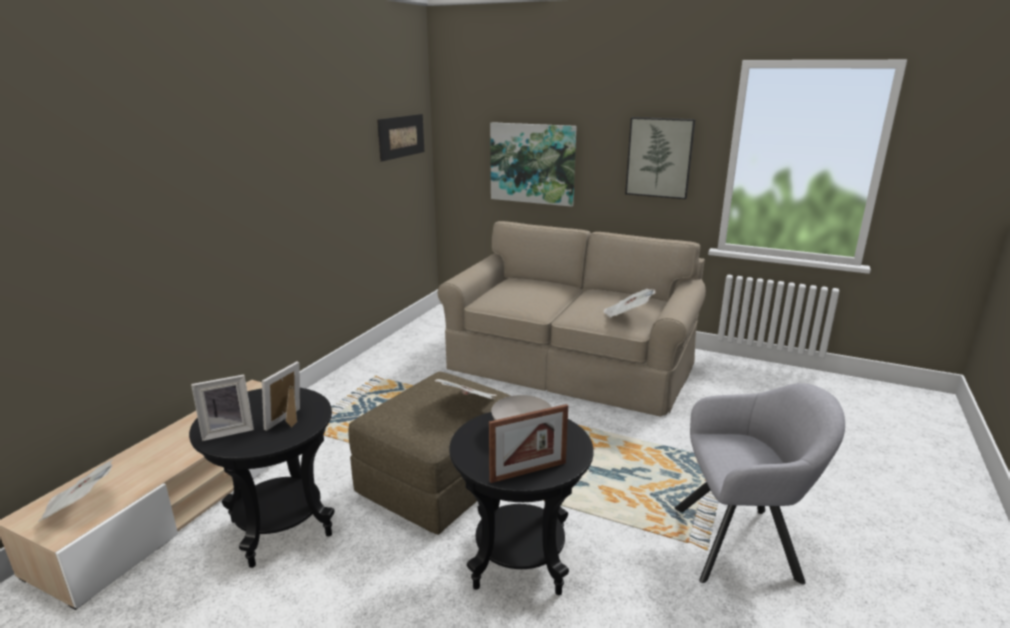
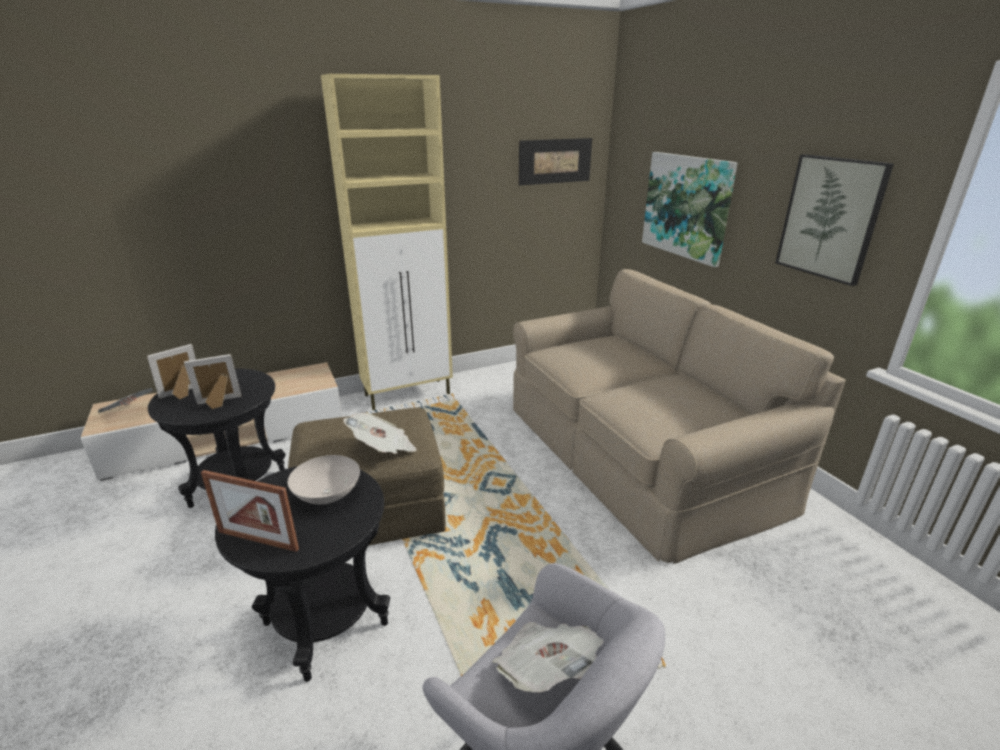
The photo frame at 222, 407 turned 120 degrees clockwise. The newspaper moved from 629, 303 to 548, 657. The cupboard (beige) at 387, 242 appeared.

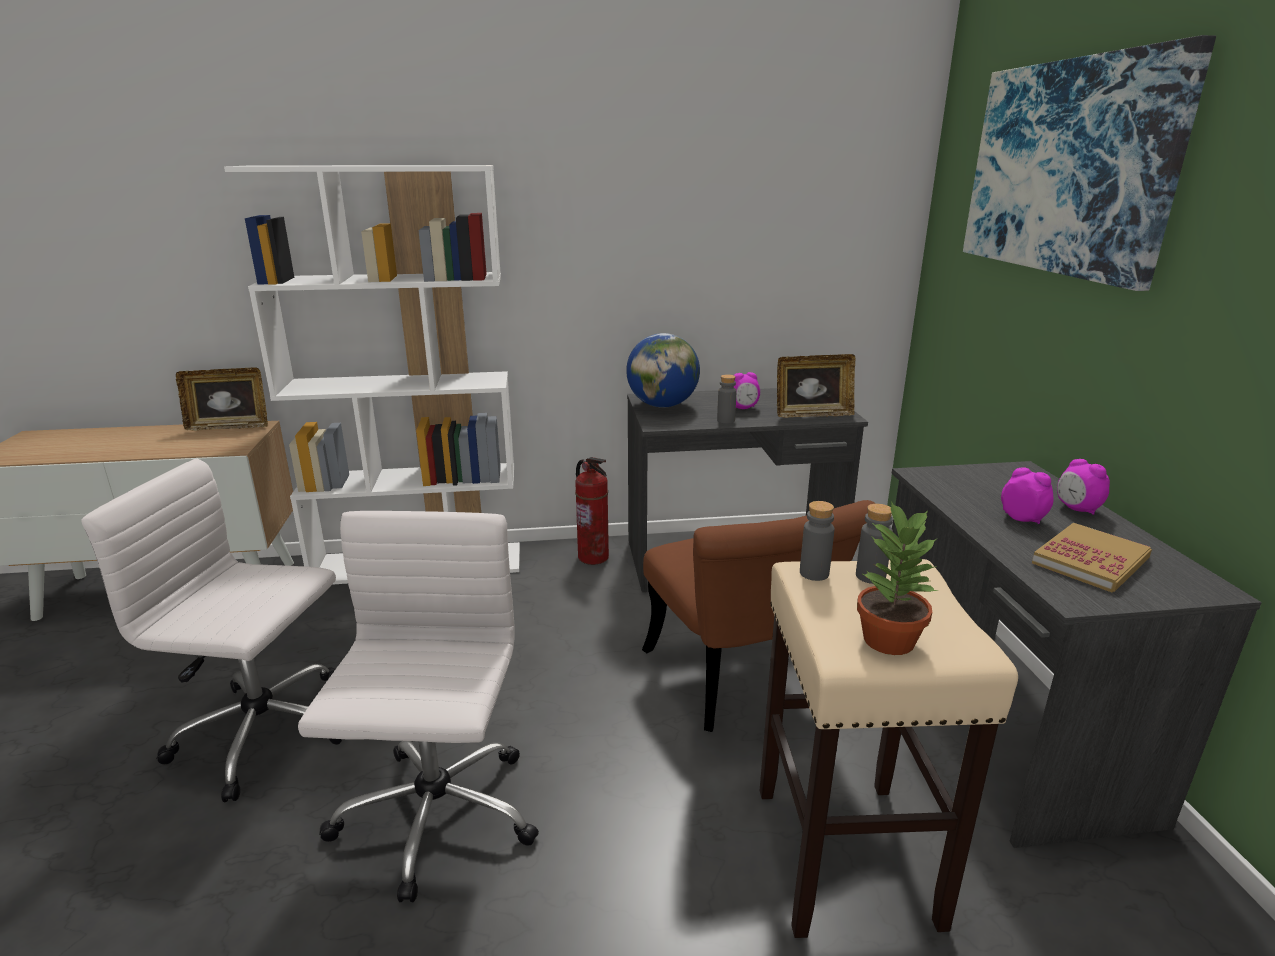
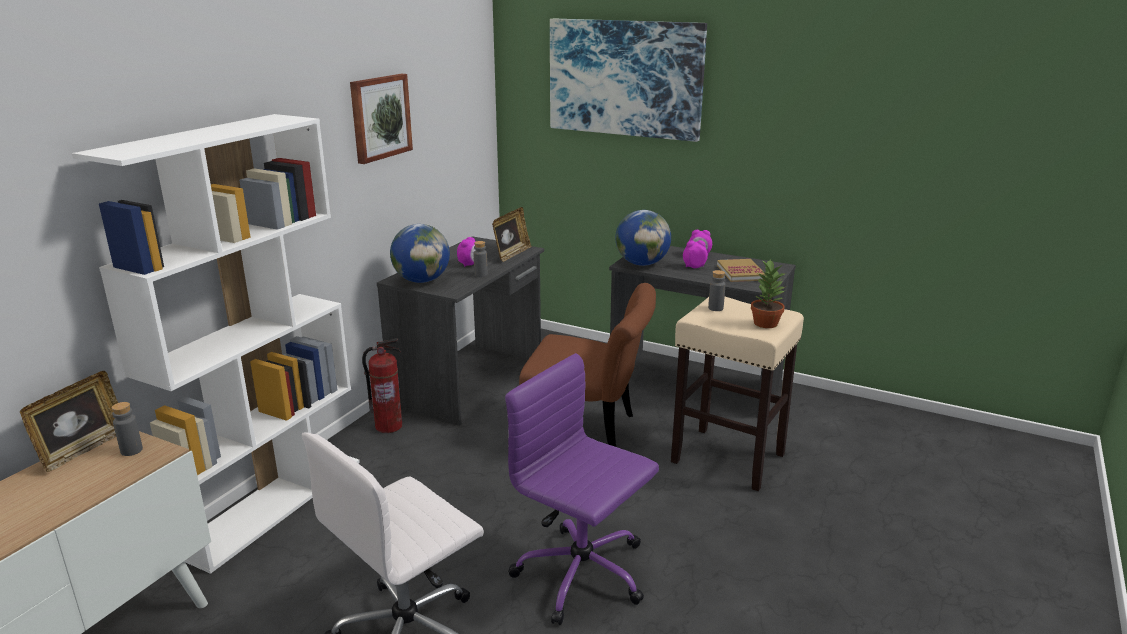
The office chair (white) at 418, 706 became the office chair (purple-coloured) at 582, 489. The bottle (grey) moved from 817, 541 to 127, 429. The picture at 381, 119 appeared. The desk globe at 643, 238 appeared.

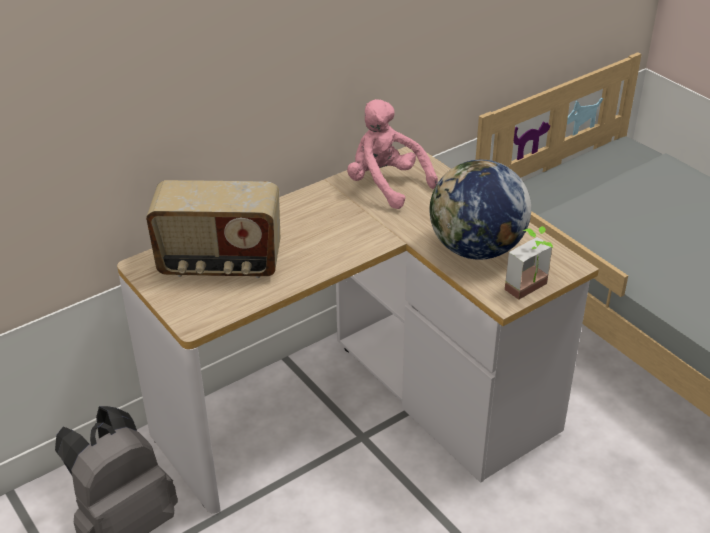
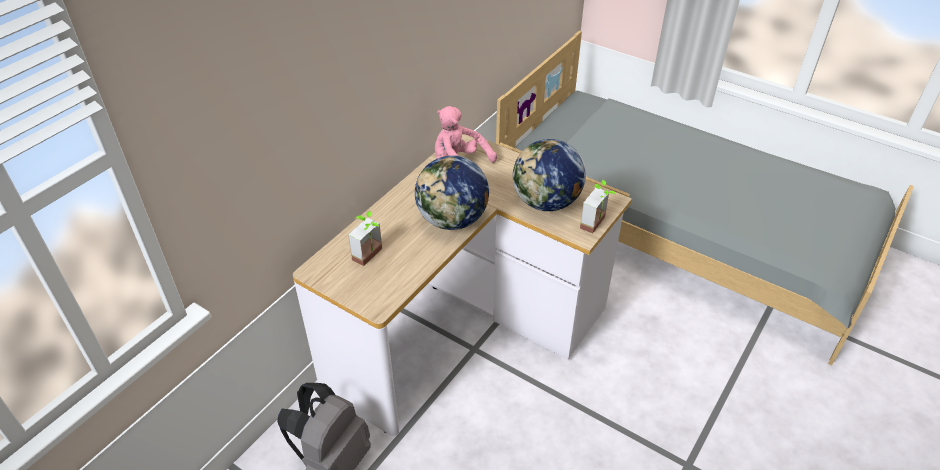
The radio at 213, 229 was replaced by the potted plant at 365, 238. The desk globe at 452, 192 appeared.

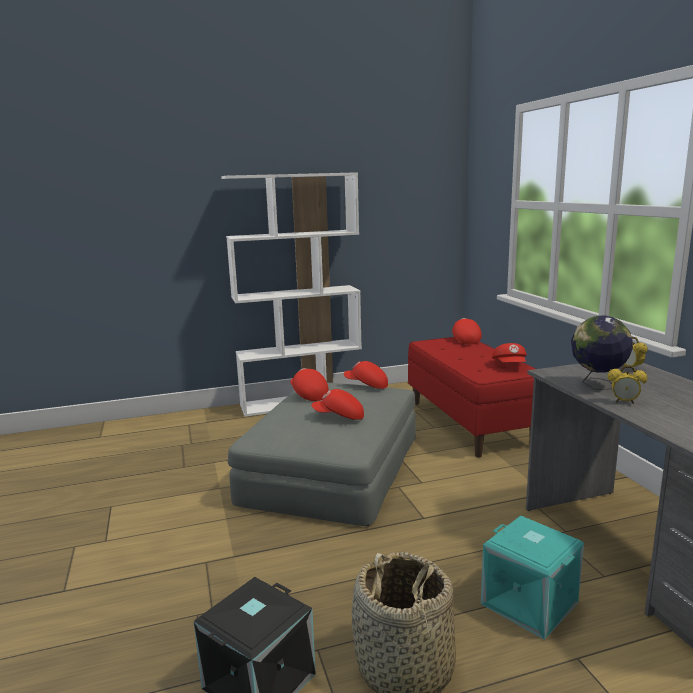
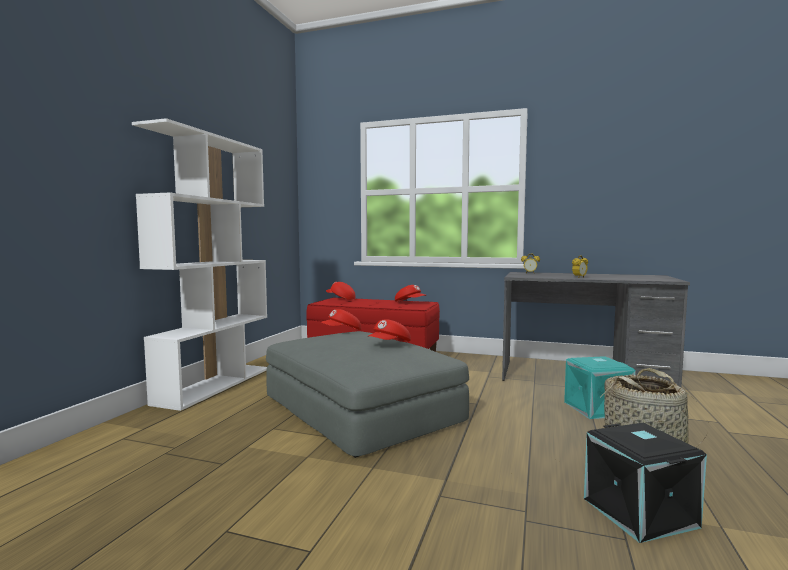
The baseball cap (red) at 309, 384 disappeared. The desk globe at 602, 353 disappeared.

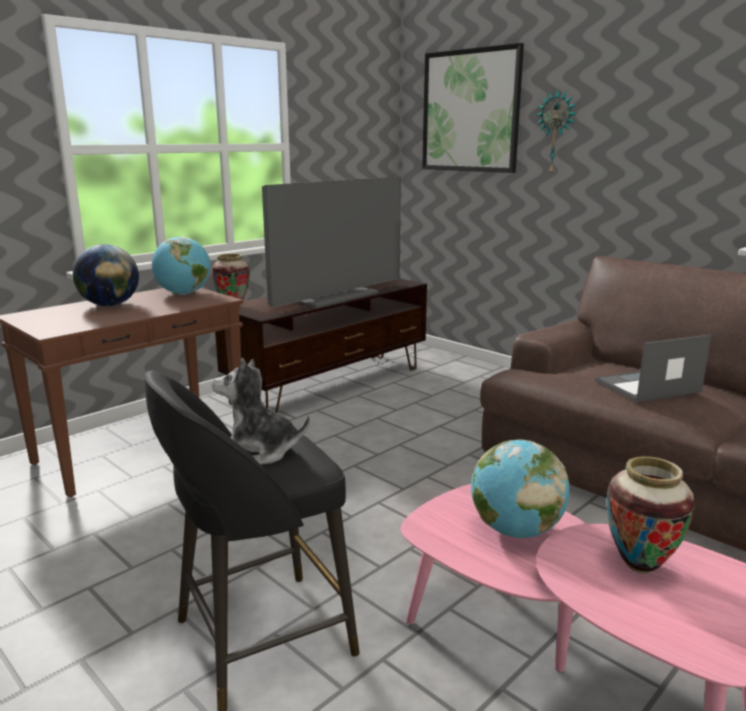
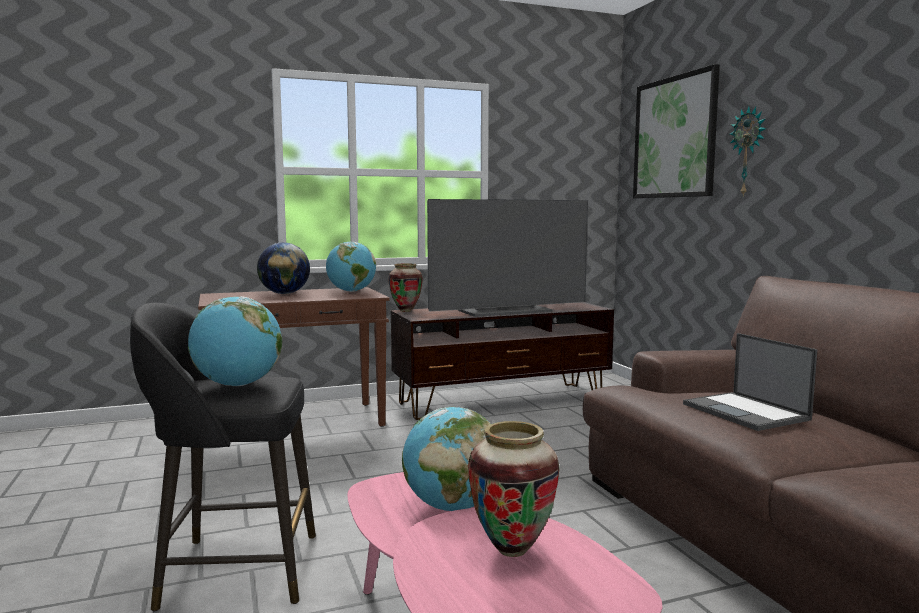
The cuddly toy at 261, 411 was replaced by the desk globe at 235, 341. The notebook computer at 653, 368 turned 120 degrees counterclockwise.

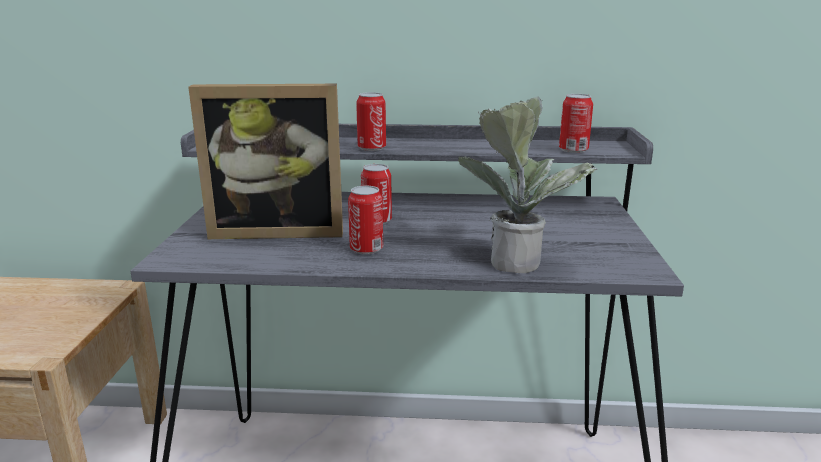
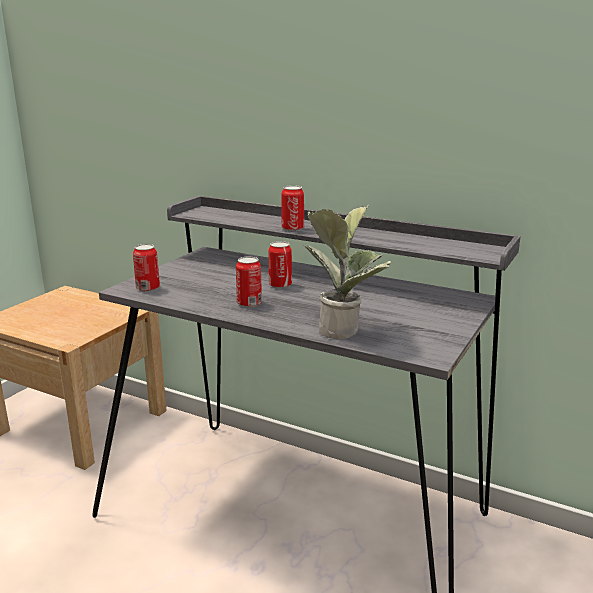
The photo frame at 265, 161 disappeared. The sealed can moved from 576, 123 to 146, 268.

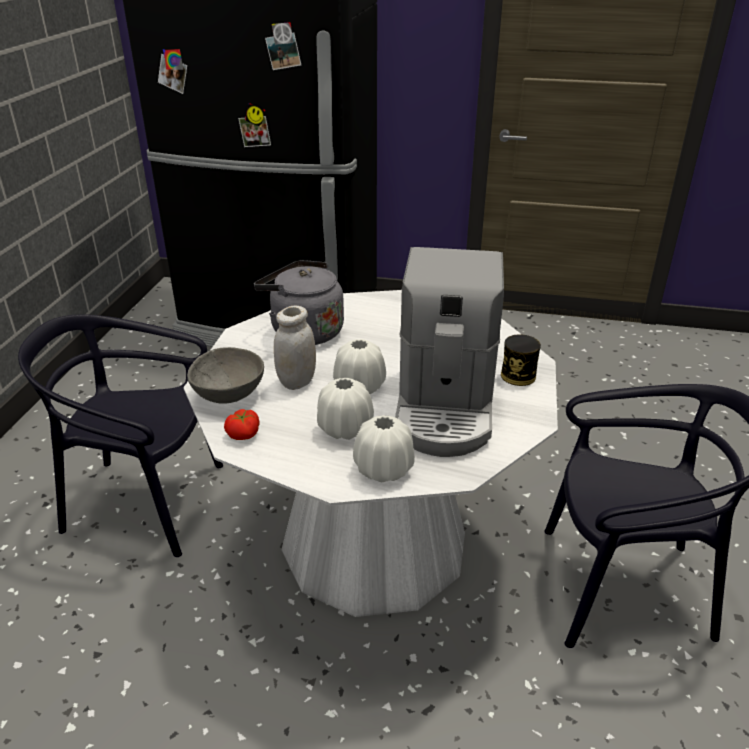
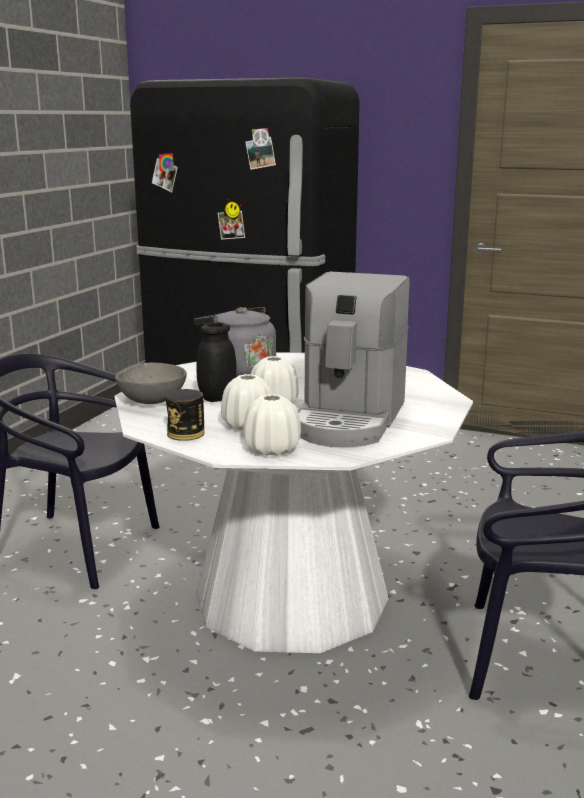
The whole tomato at 241, 424 disappeared. The storage jar (white) at 295, 348 became the storage jar (black-coloured) at 216, 362. The sealed can moved from 521, 360 to 185, 415.

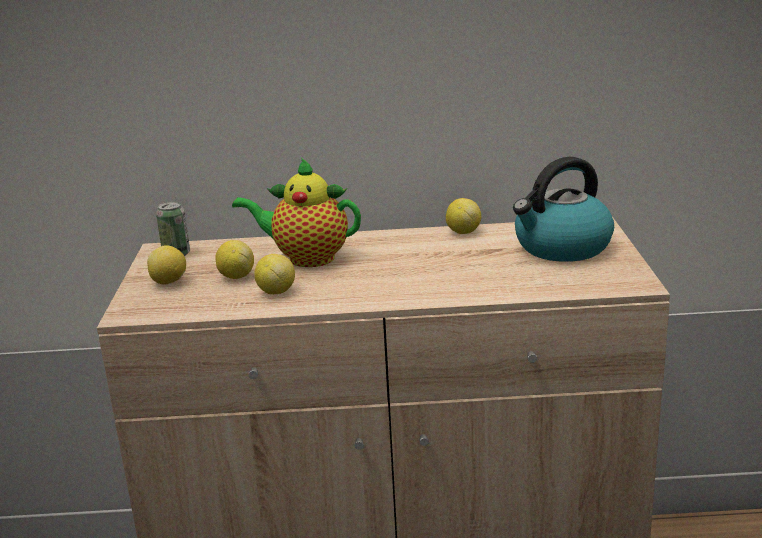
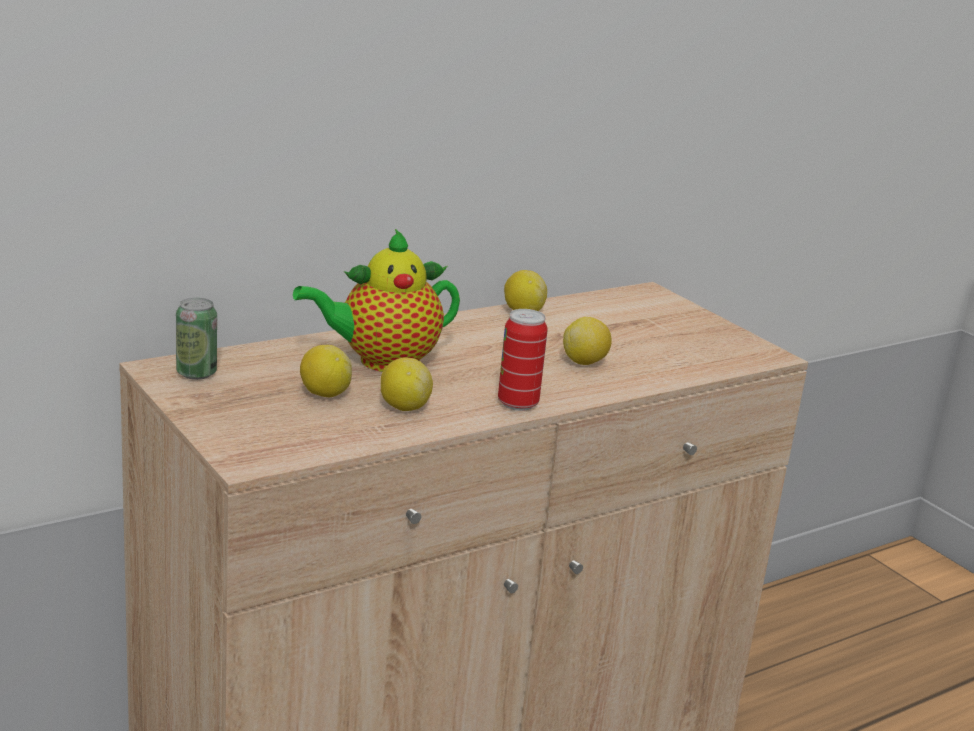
The lemon moved from 166, 264 to 587, 341. The kettle at 563, 209 disappeared. The sealed can at 523, 360 appeared.

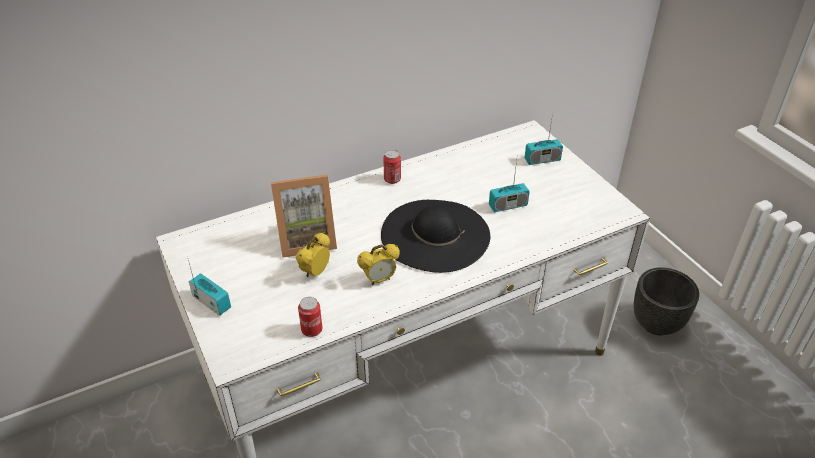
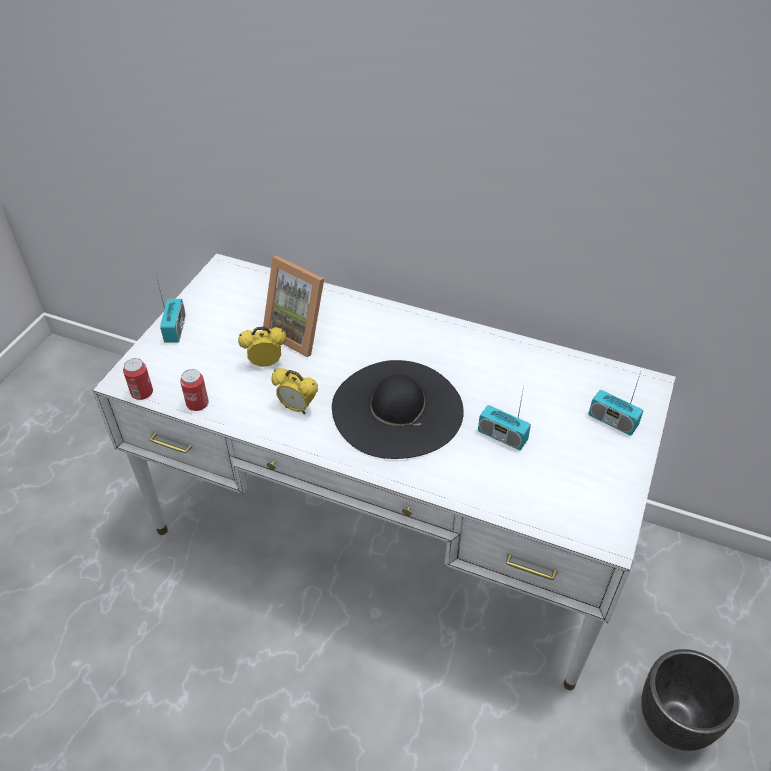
The sealed can moved from 392, 167 to 138, 379.

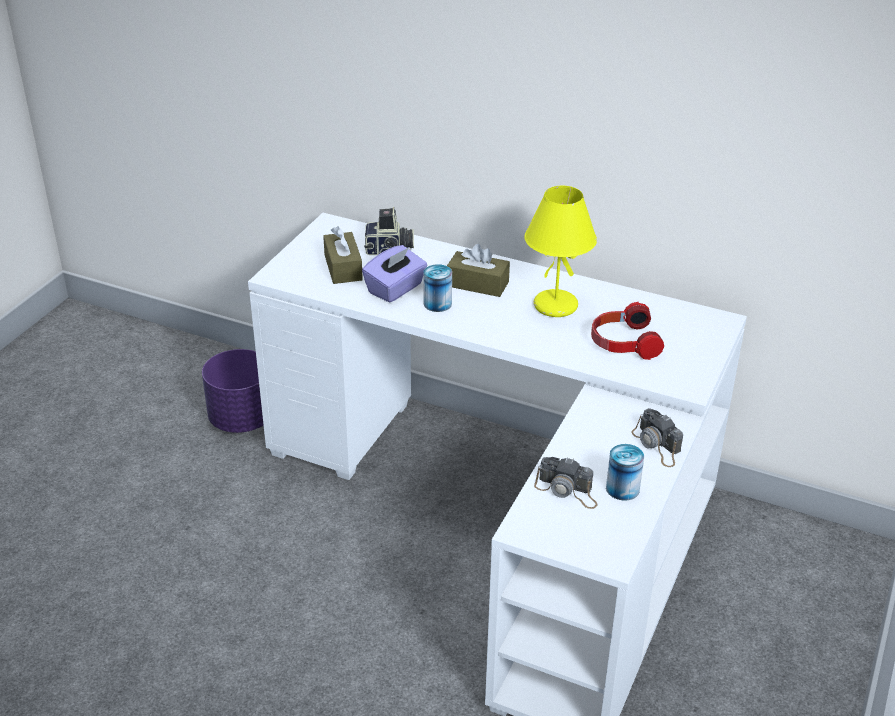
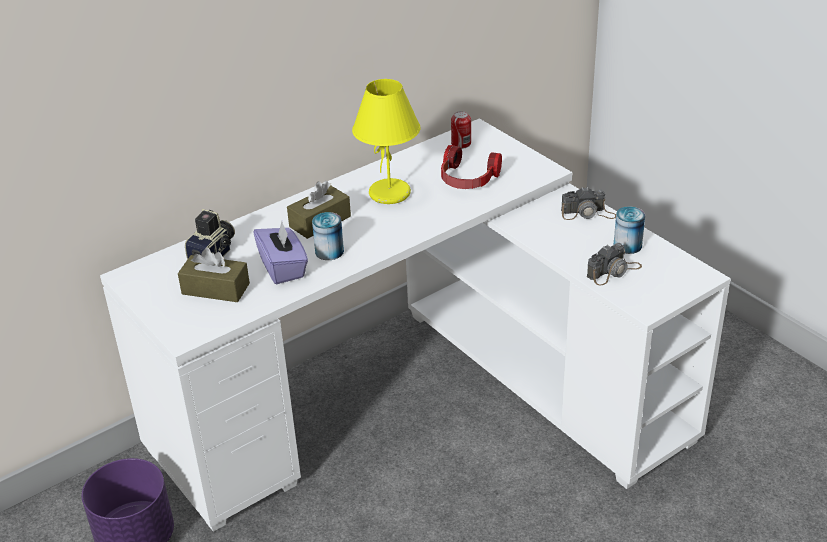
The sealed can at 461, 130 appeared.

